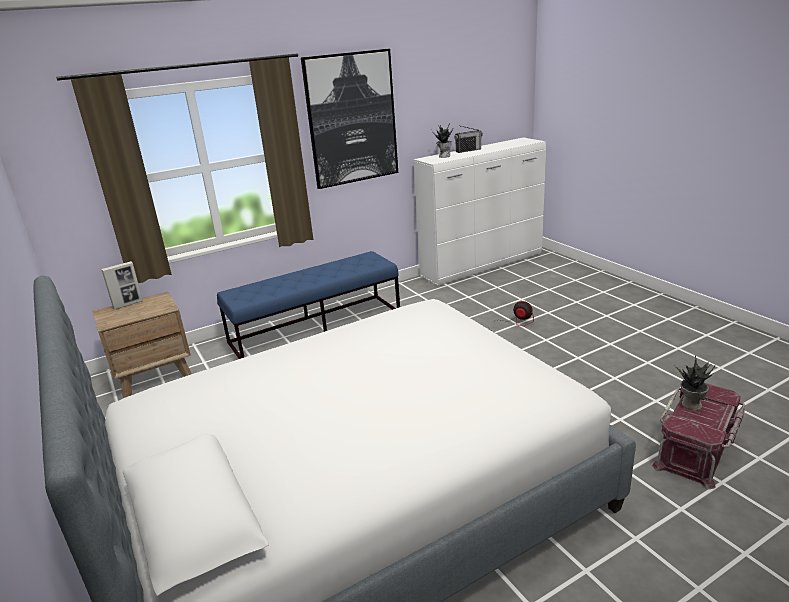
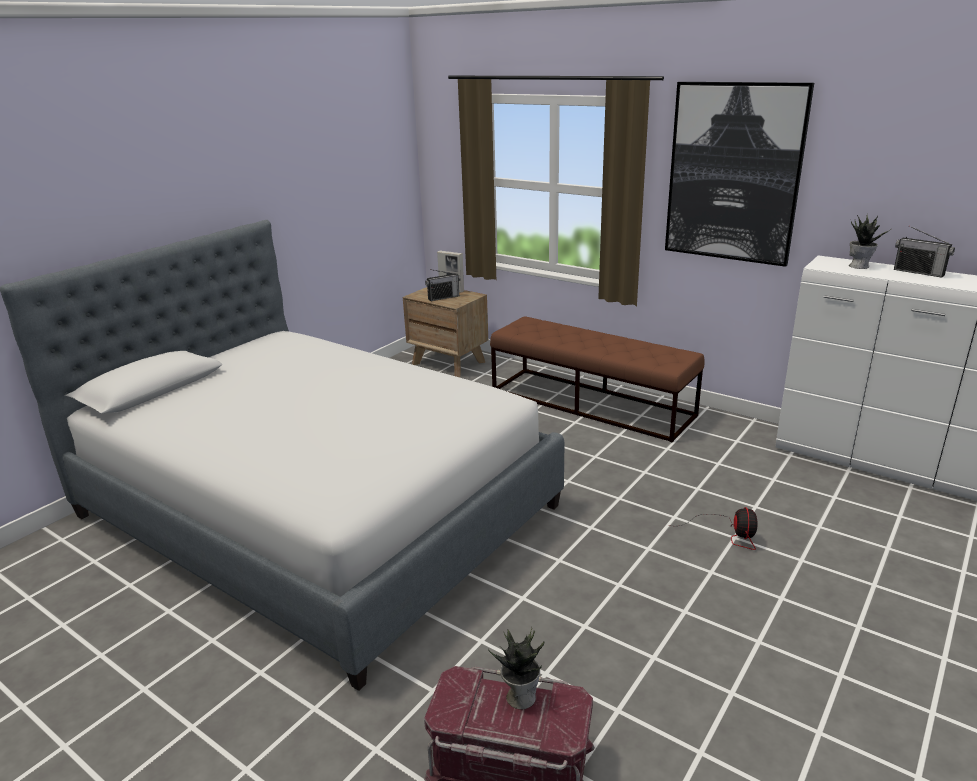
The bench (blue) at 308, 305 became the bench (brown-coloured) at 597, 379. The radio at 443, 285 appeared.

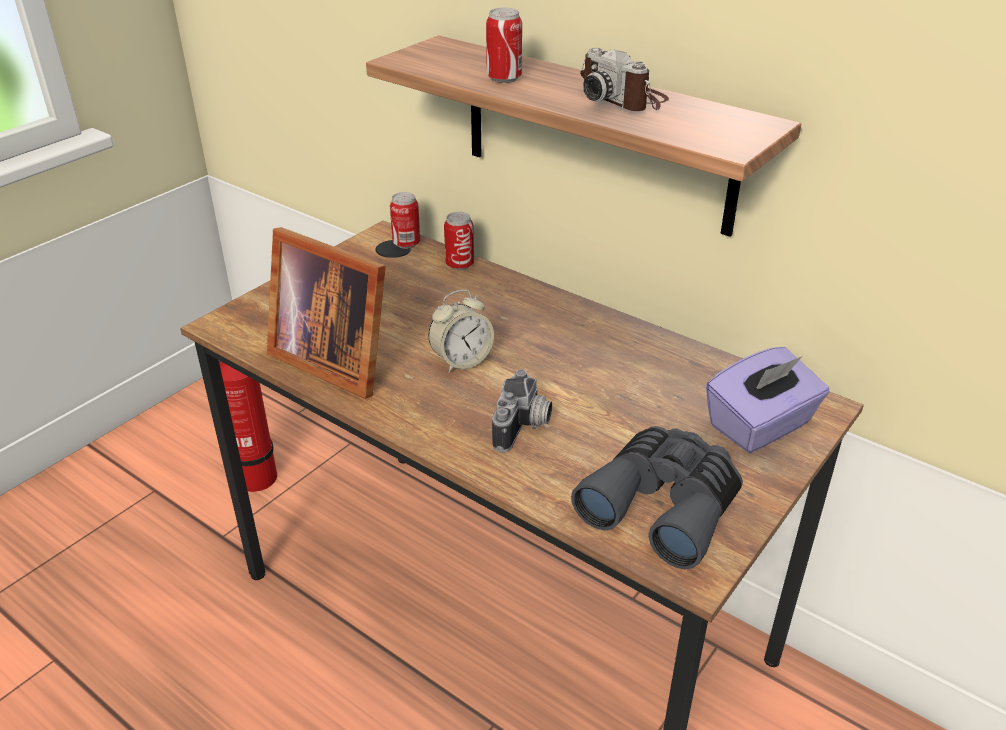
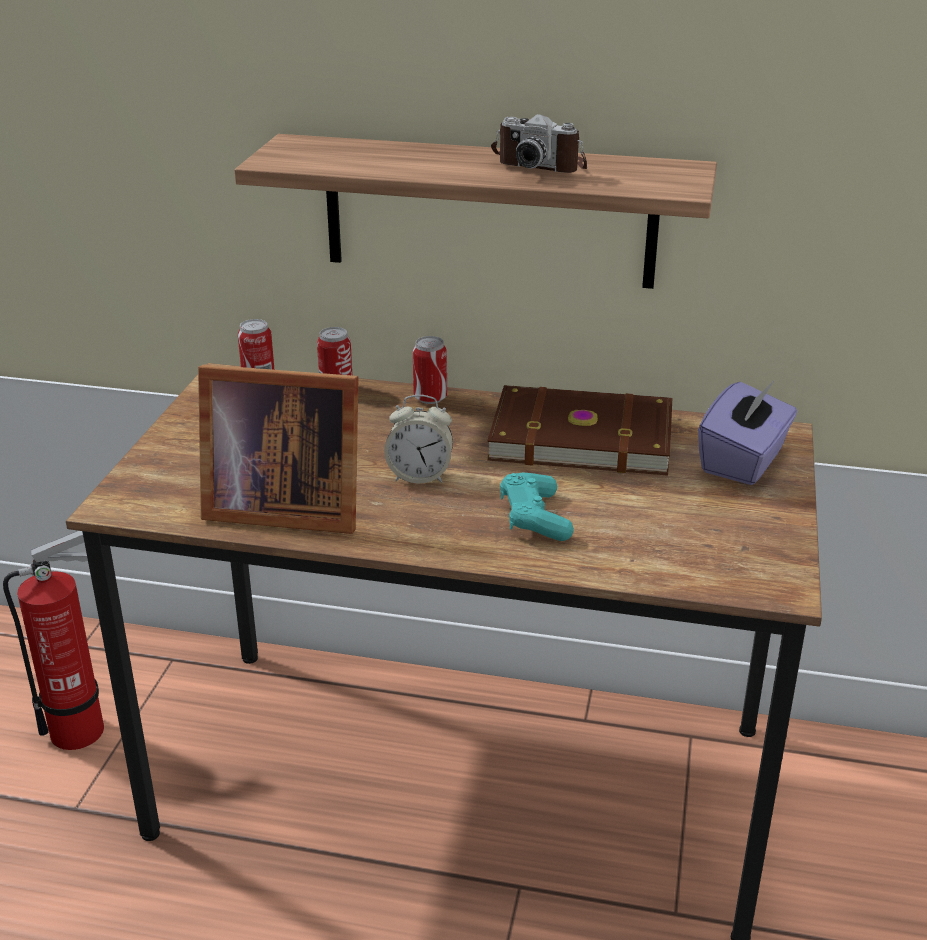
The alarm clock at 461, 331 turned 60 degrees clockwise. The sealed can moved from 504, 45 to 430, 370. The still camera at 522, 410 was replaced by the game controller (blue-green) at 537, 507. The binoculars (grey) at 657, 497 disappeared. The bound book (brown-coloured) at 579, 430 appeared.

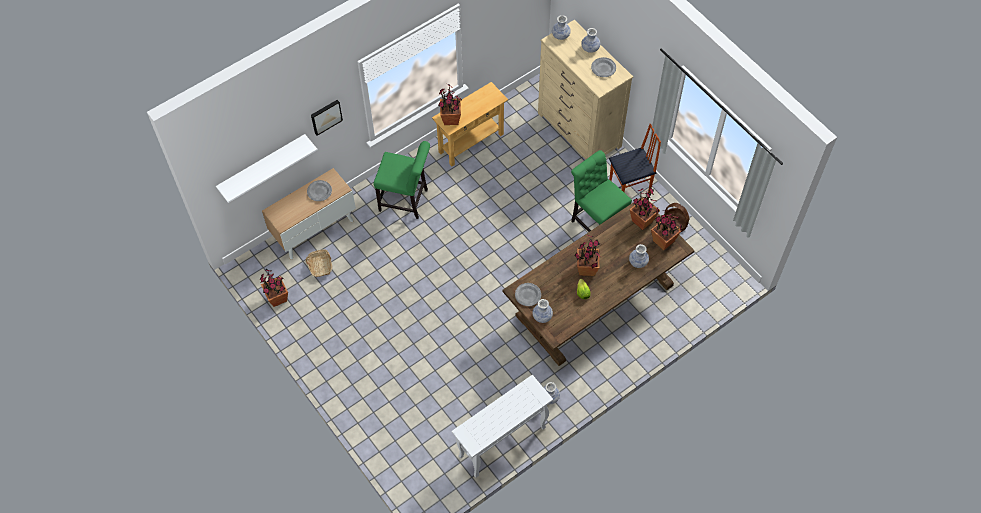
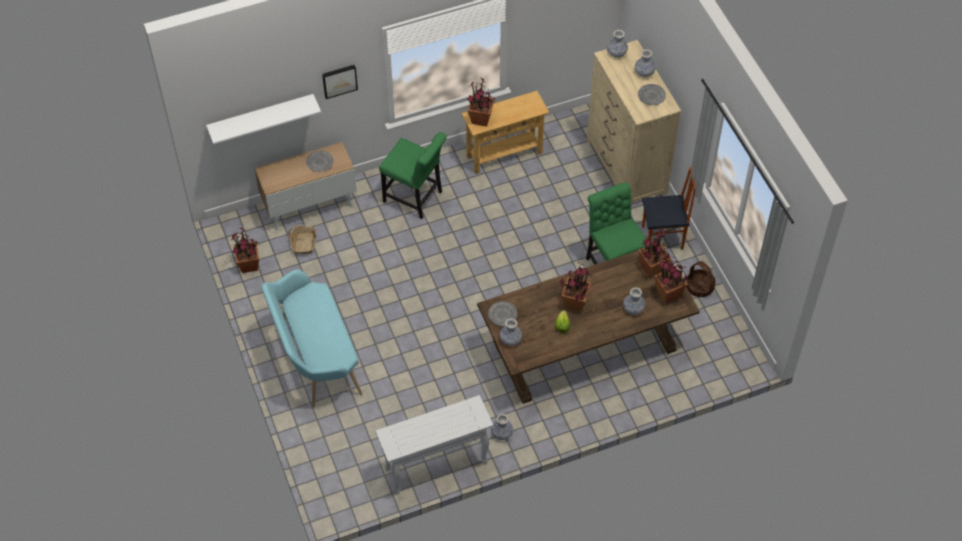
The bench (blue-green) at 311, 338 appeared.

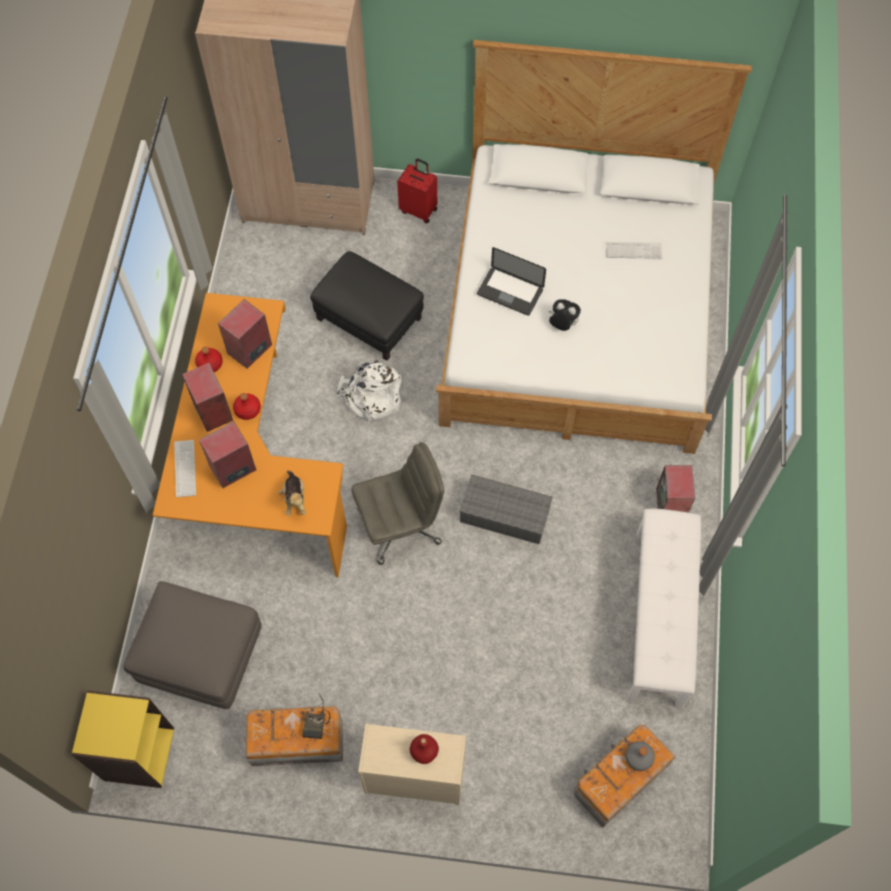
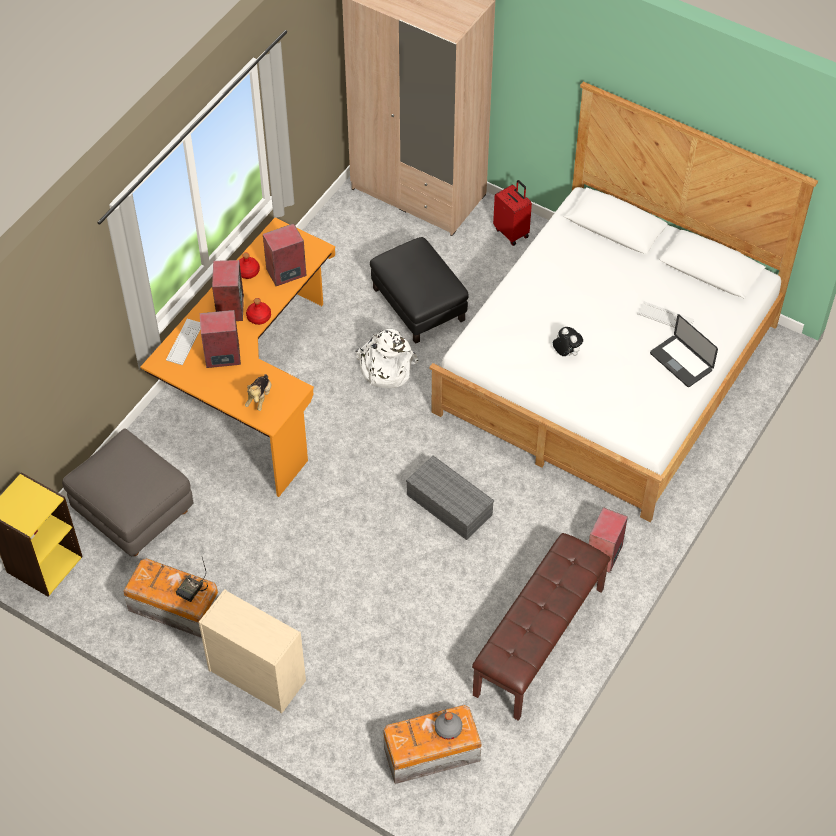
The office chair (grey) at 398, 503 disappeared. The bottle (red) at 424, 749 disappeared. The notebook computer moved from 511, 281 to 684, 350. The bench (white) at 664, 608 became the bench (brown-coloured) at 541, 627.

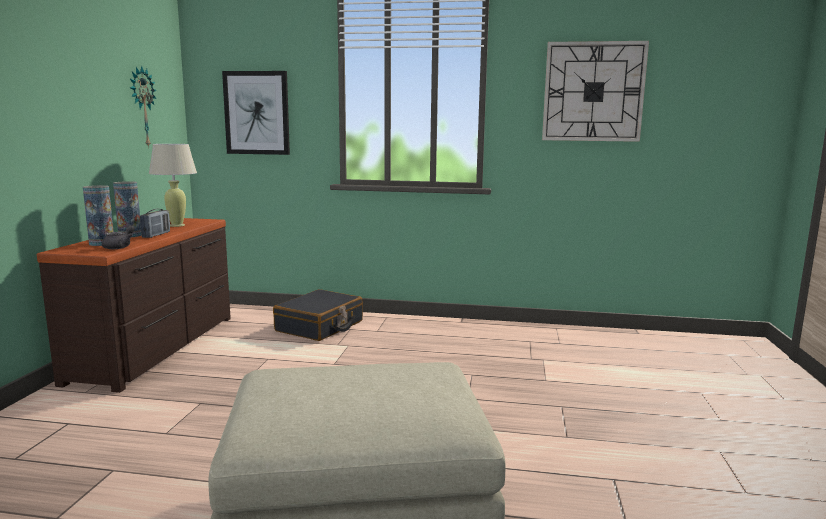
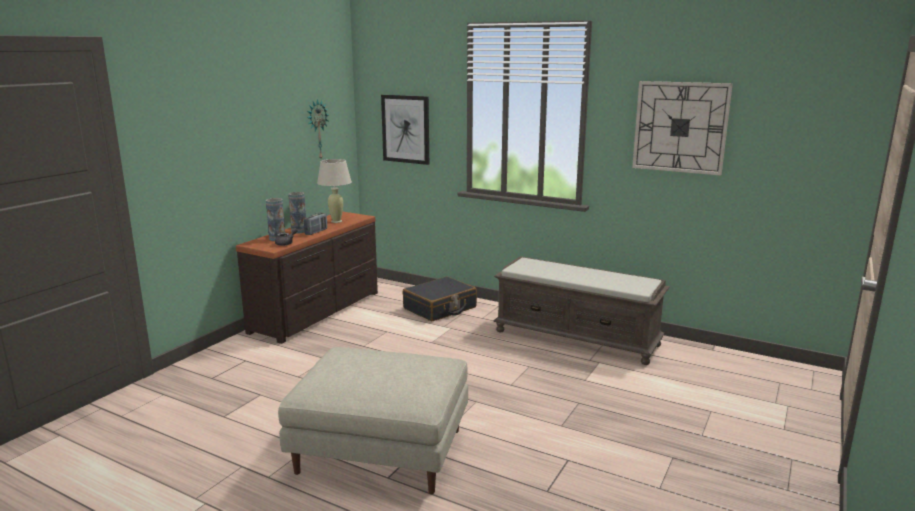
The bench (brown-coloured) at 581, 310 appeared.

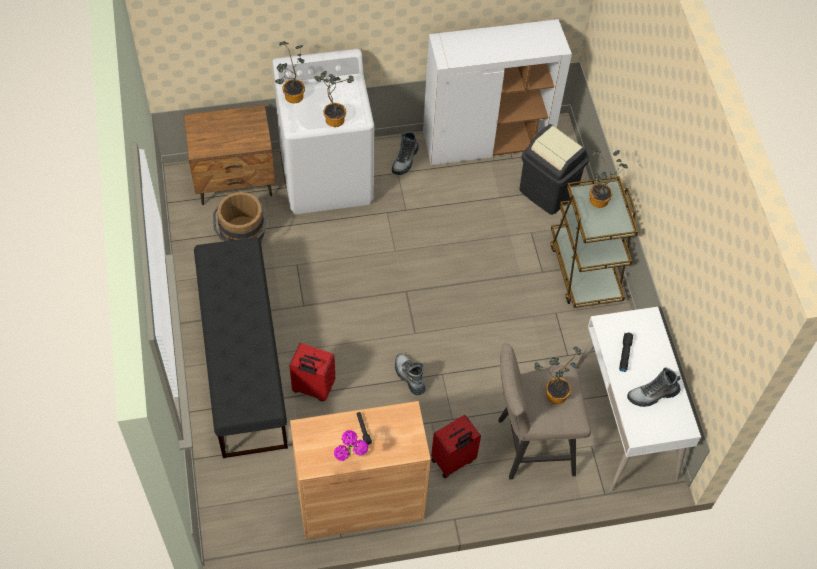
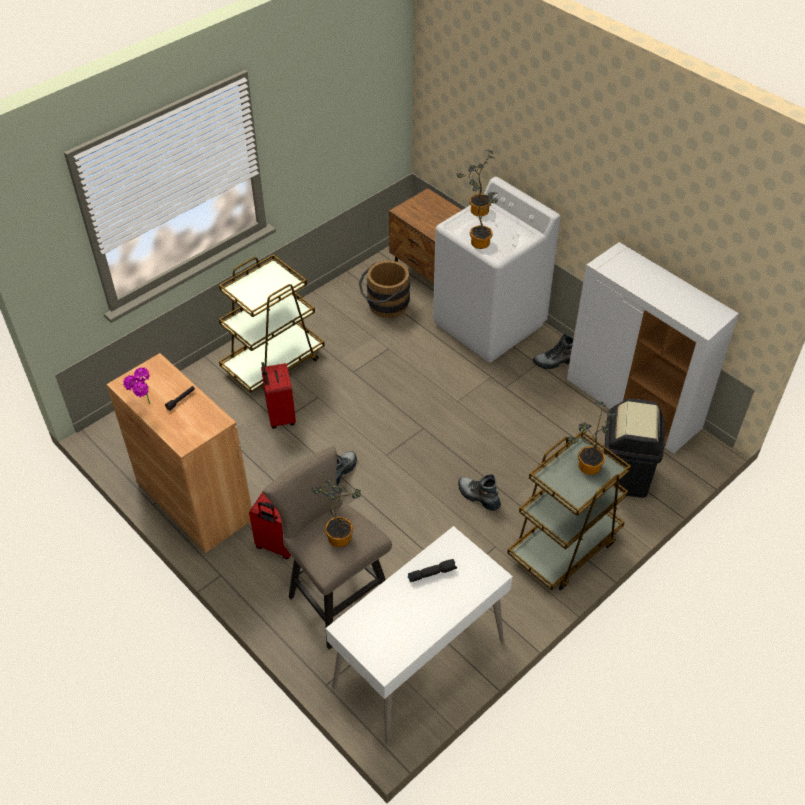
The bench (black-coloured) at 241, 347 was replaced by the trolley (brown-coloured) at 272, 324. The tall boot moved from 654, 387 to 479, 492.

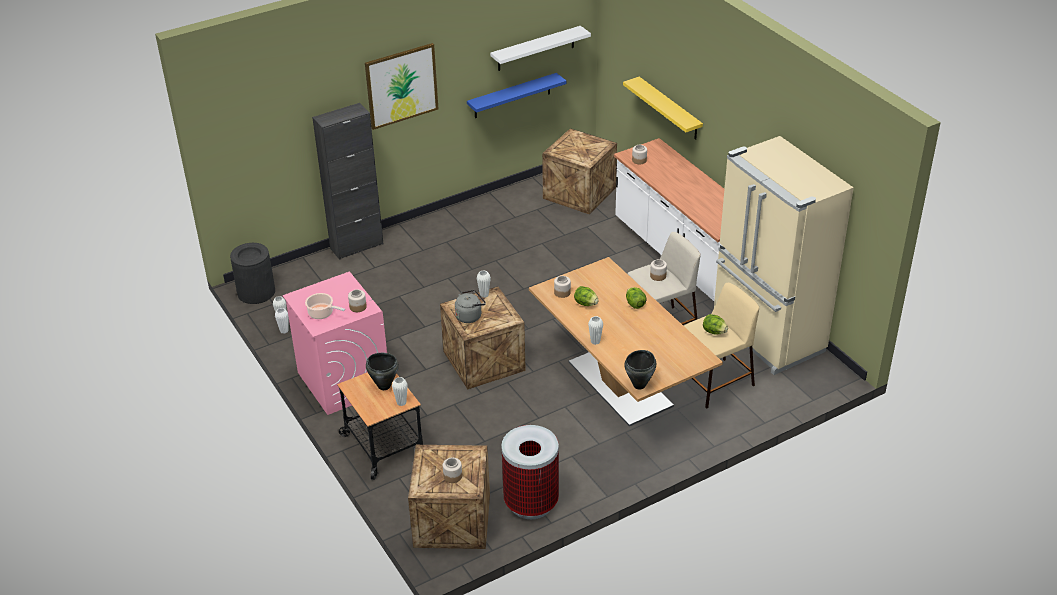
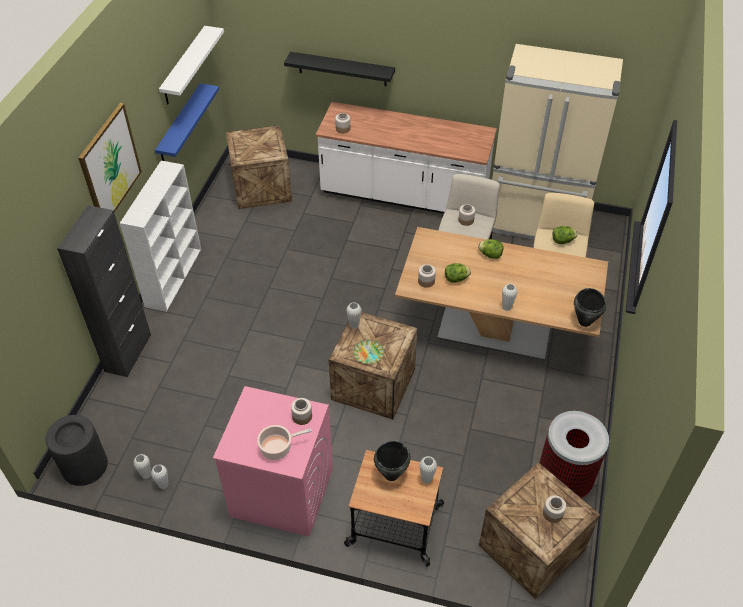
The kettle (grey) at 470, 306 was replaced by the flat dish at 368, 351. The bracket shelf (yellowish) at 663, 108 became the bracket shelf (black-coloured) at 339, 69. The bookcase (white) at 160, 236 appeared.

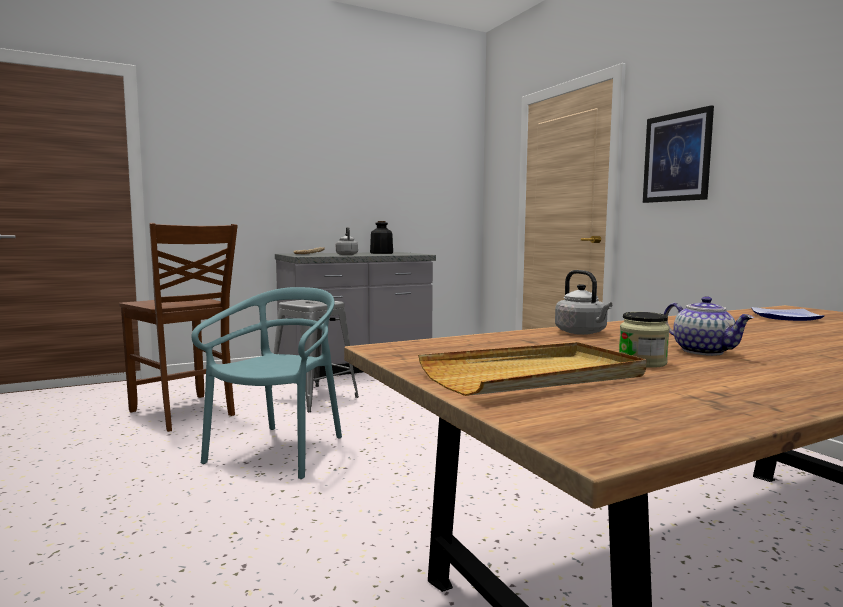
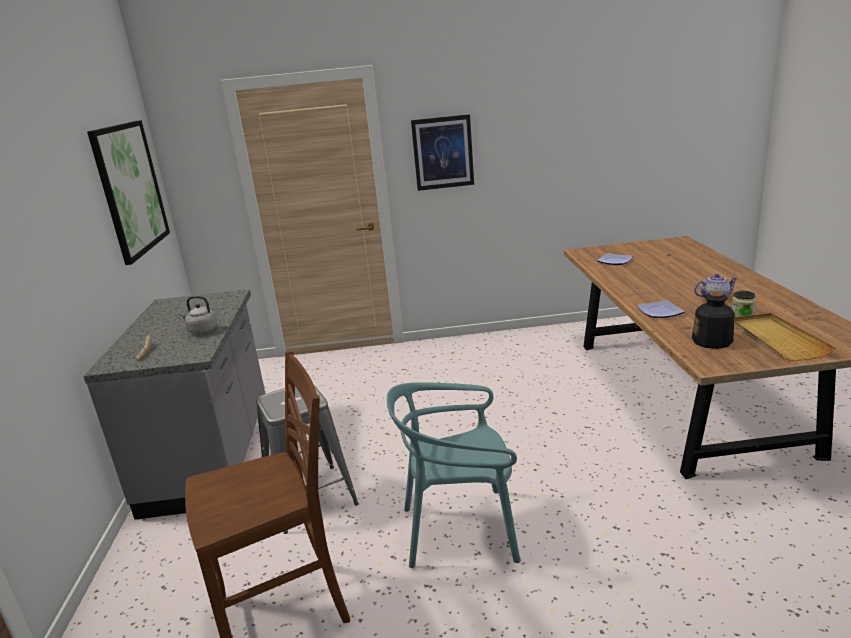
The upright chair (blue-green) at 266, 383 turned 45 degrees counterclockwise. The bottle moved from 381, 237 to 713, 320. The kettle (grey) at 583, 302 was replaced by the flat dish at 661, 309. The picture at 128, 192 appeared.

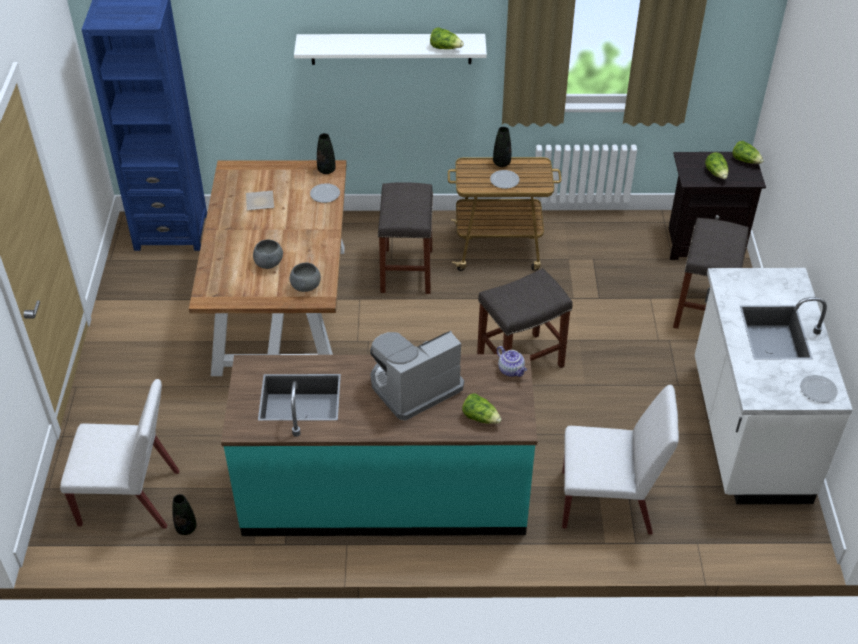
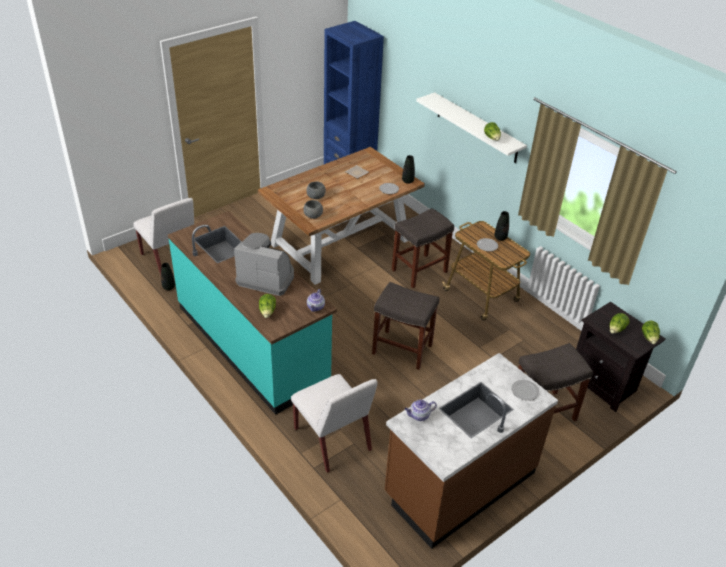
The counter (white) at 774, 386 became the counter (brown-coloured) at 471, 451. The flat dish moved from 819, 389 to 525, 390. The teapot at 420, 410 appeared.

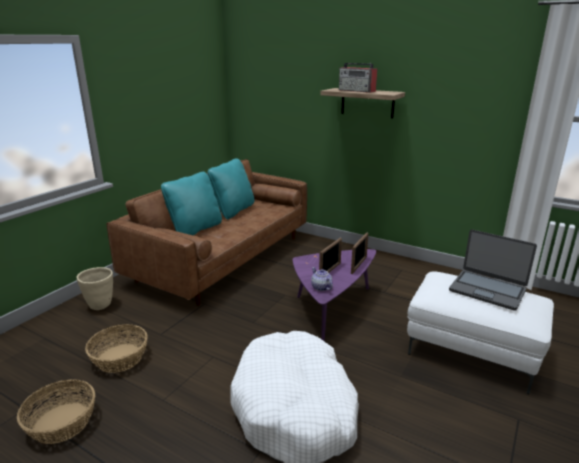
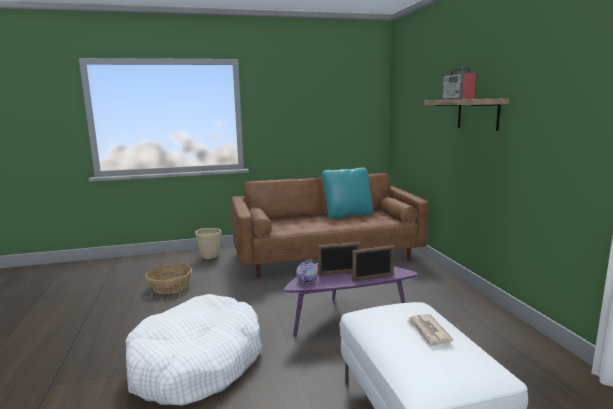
The household basket at 56, 411 disappeared. The pillow (blue-green) at 191, 204 disappeared. The notebook computer at 493, 270 was replaced by the newspaper at 430, 330.

